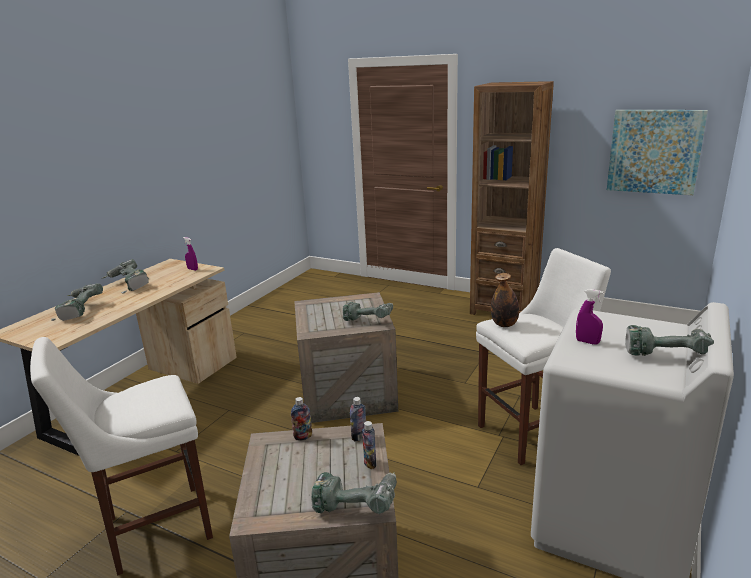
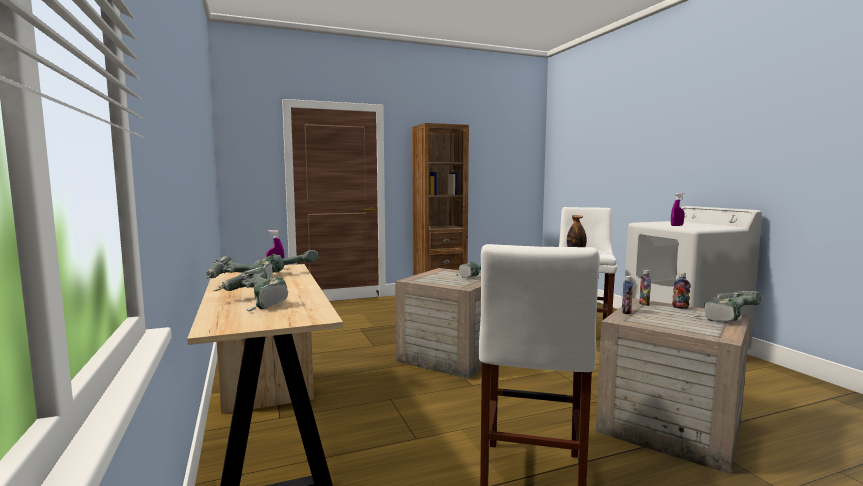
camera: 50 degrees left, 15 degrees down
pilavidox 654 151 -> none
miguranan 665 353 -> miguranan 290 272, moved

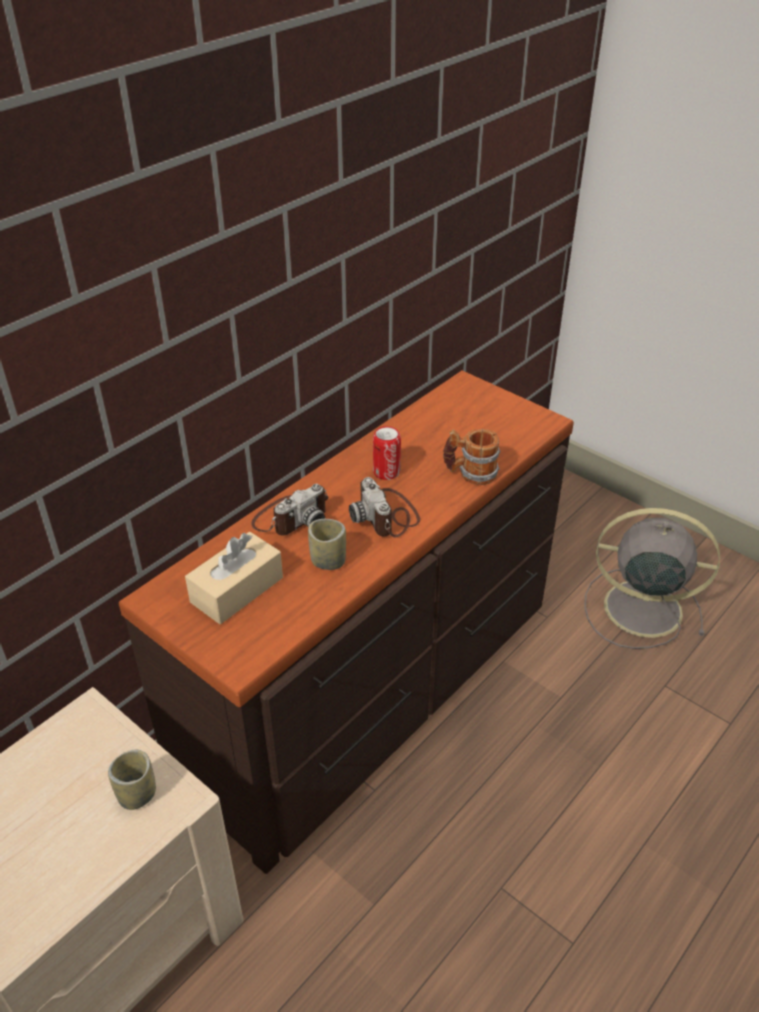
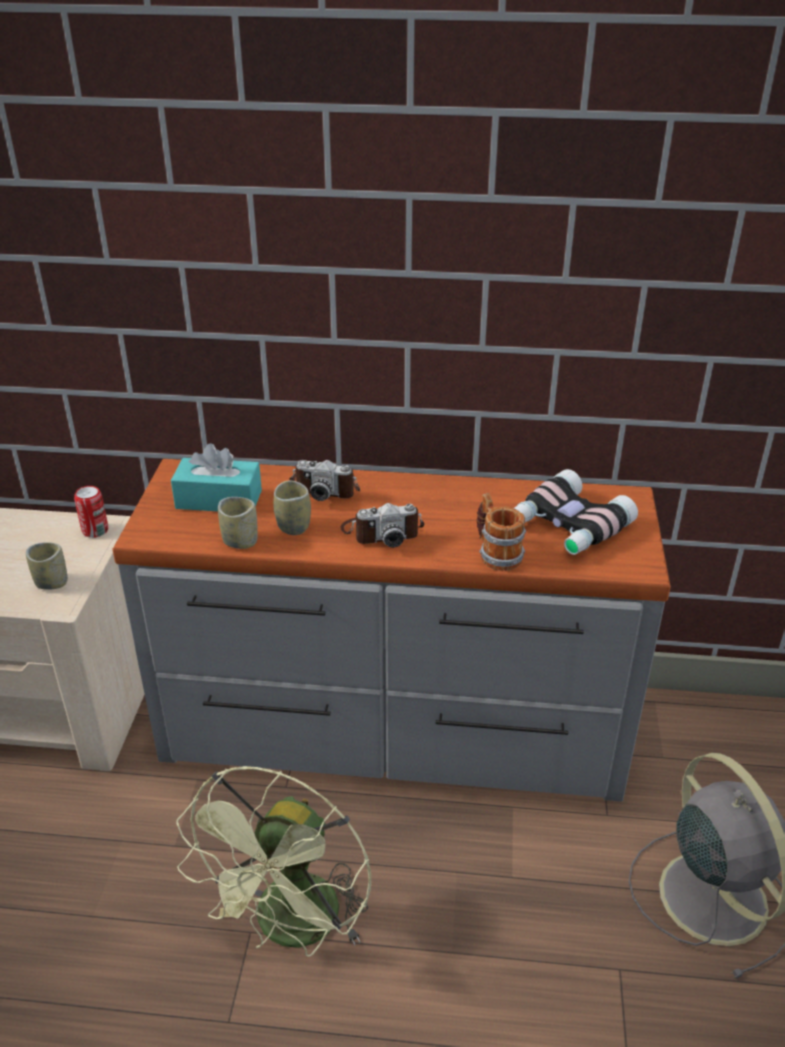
camera: 55 degrees right, 5 degrees down
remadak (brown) 376 688 -> remadak (grey) 392 731
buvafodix 386 472 -> buvafodix 95 530, moved
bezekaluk 387 515 -> bezekaluk 382 531, 135 degrees counterclockwise
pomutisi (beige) 237 590 -> pomutisi (turquoise) 219 499
none -> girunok 568 526
none -> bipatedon 240 541
none -> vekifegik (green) 292 929

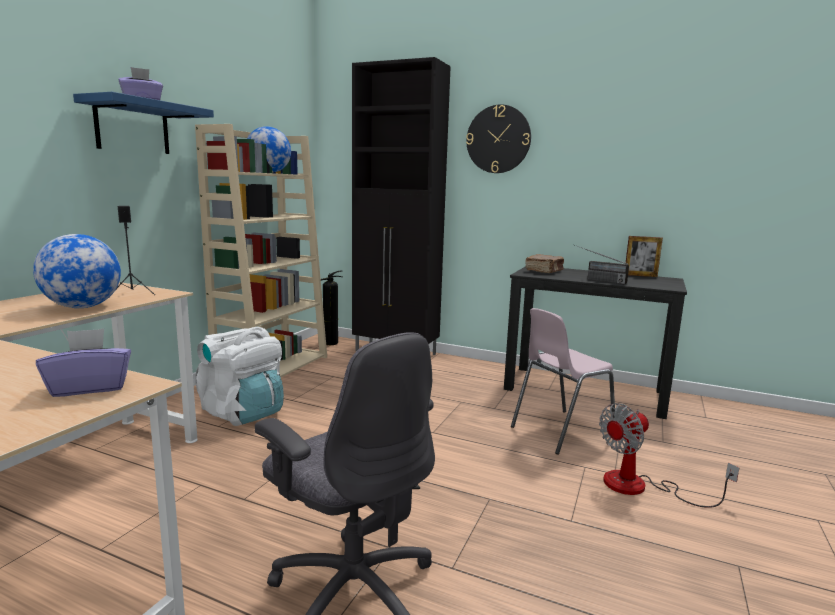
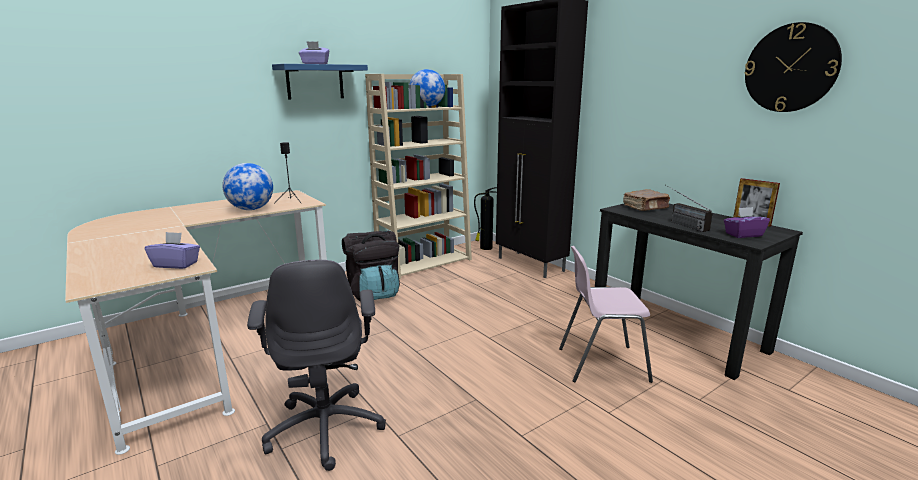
camera: 30 degrees right, 5 degrees up
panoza 498 139 -> panoza 791 68, moved
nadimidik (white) 243 413 -> nadimidik (black) 373 293
vekifegik 640 487 -> none
none -> pomutisi (purple) 743 234

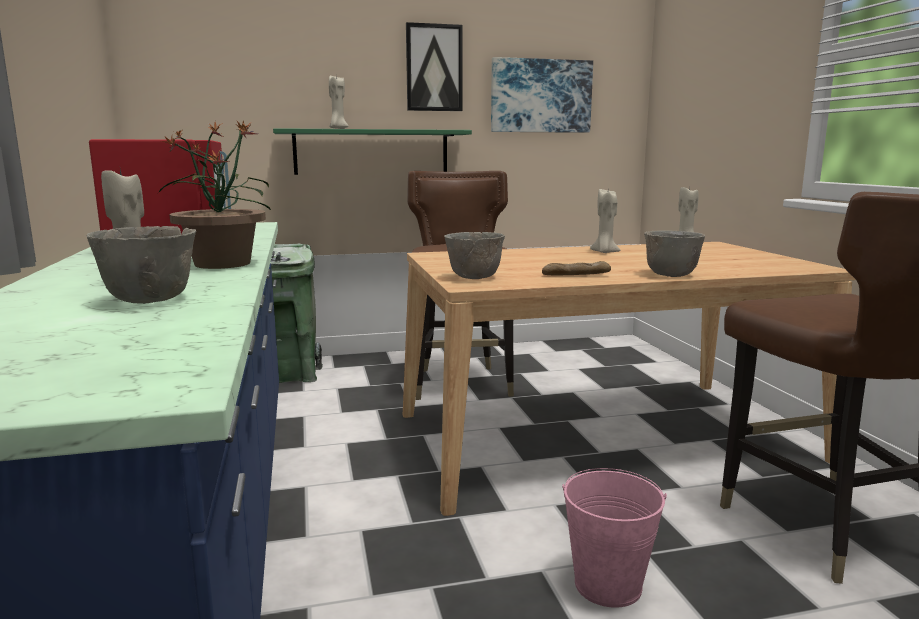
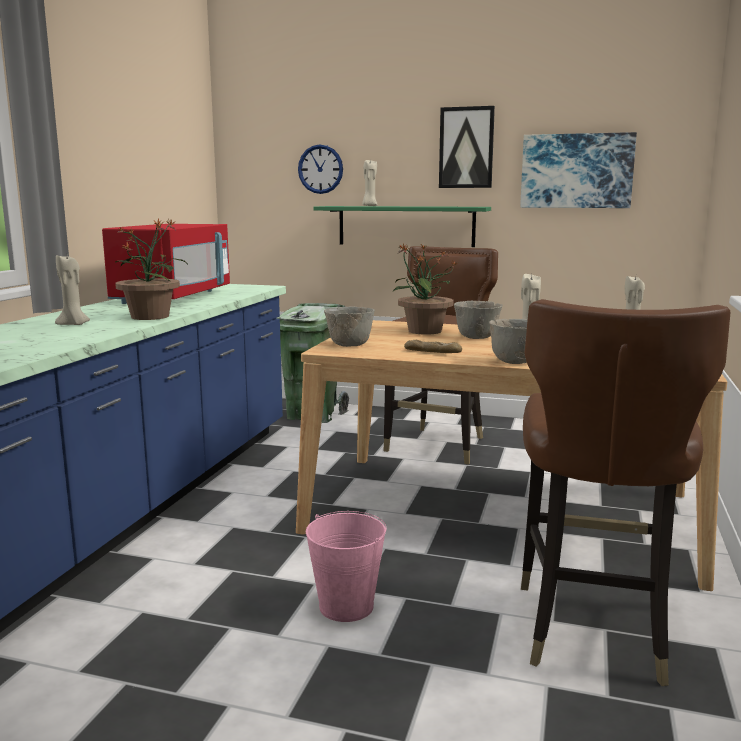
camera: 30 degrees right, 0 degrees up
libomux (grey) 152 300 -> libomux (grey) 477 337, moved
none -> panoza 320 169
none -> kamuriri 423 331

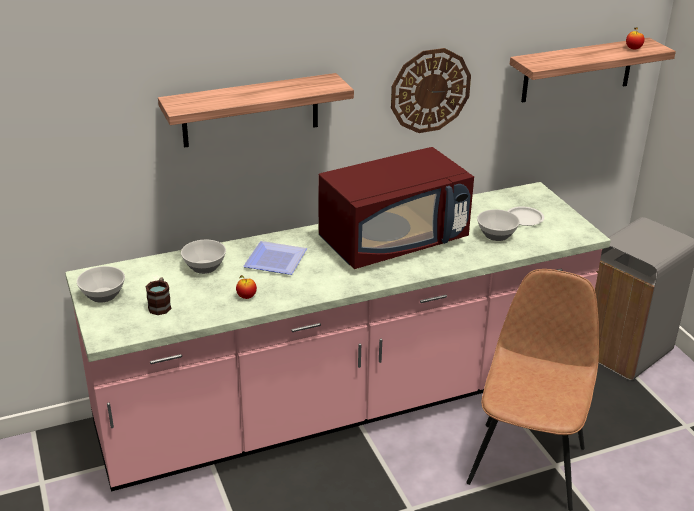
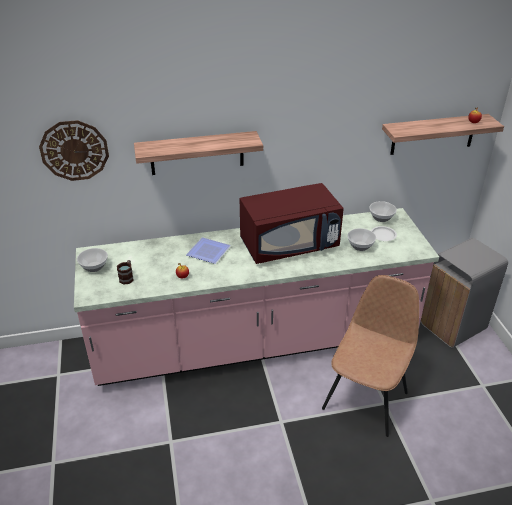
camera: 10 degrees right, 5 degrees up
panoza 430 90 -> panoza 74 150, moved
libomux 205 266 -> libomux 381 217, moved

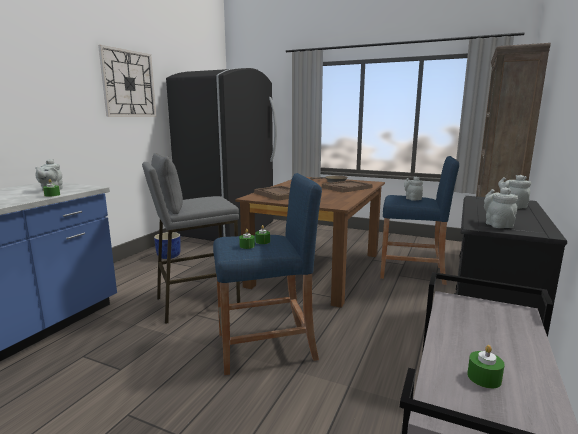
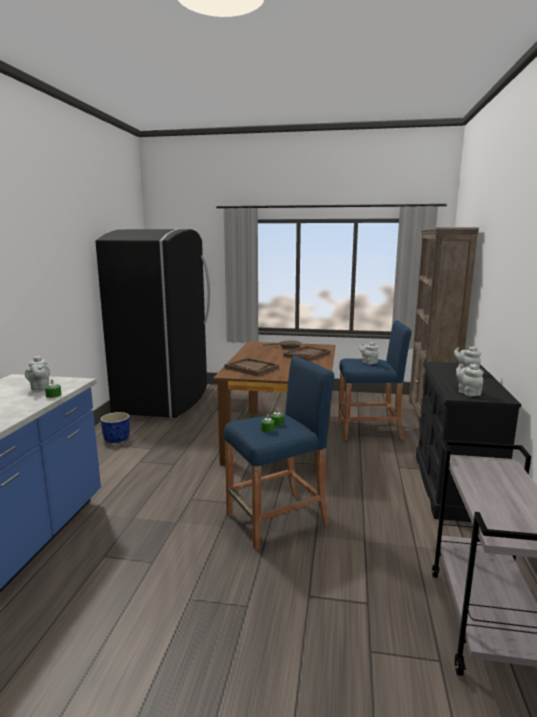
camera: 15 degrees left, 0 degrees up
panoza 128 84 -> none
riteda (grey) 197 302 -> none
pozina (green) 484 378 -> none

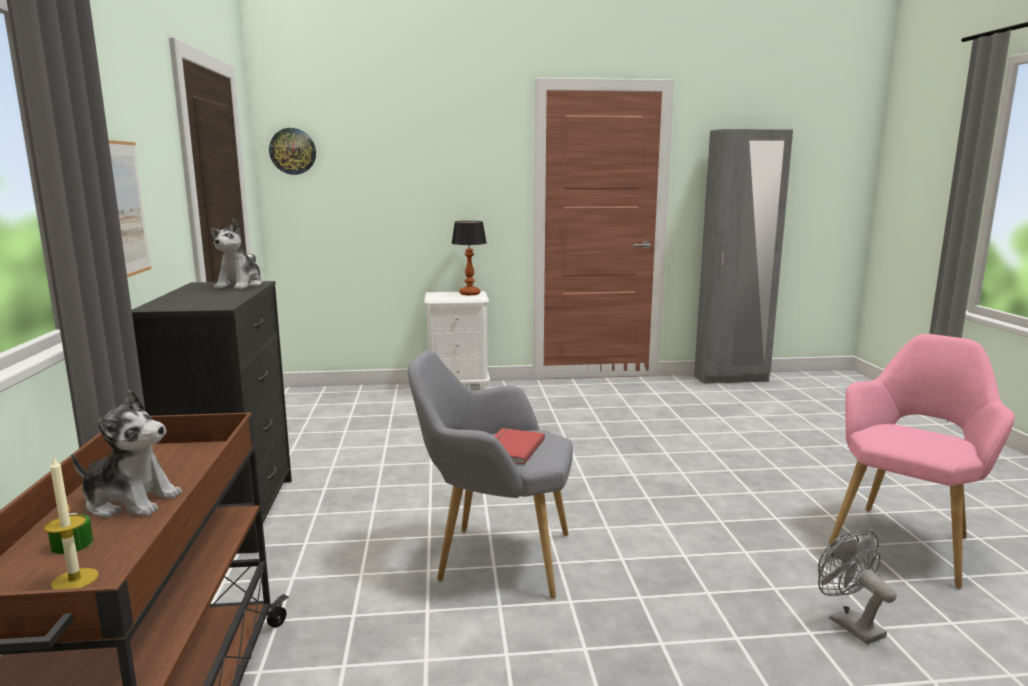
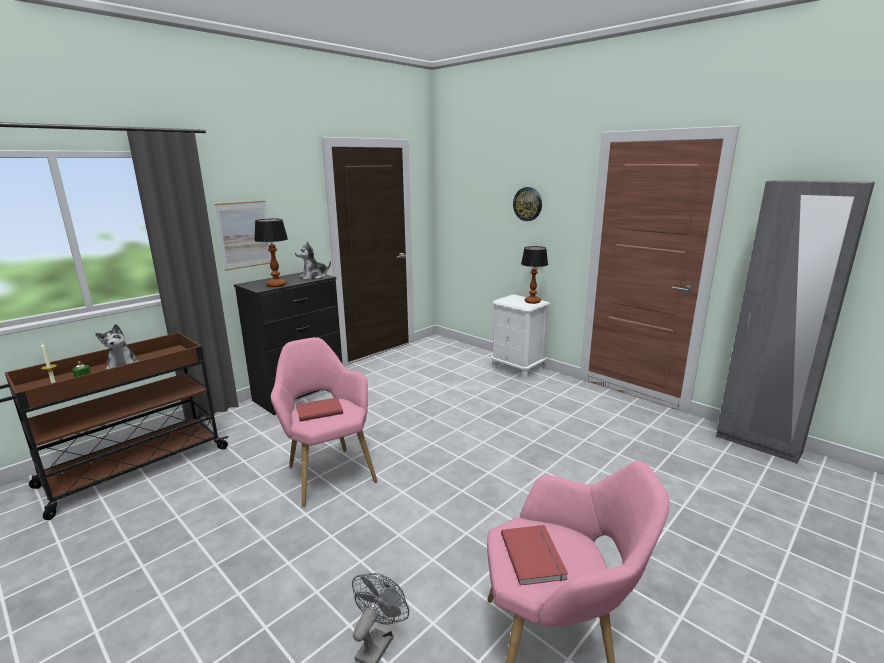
camera: 50 degrees right, 5 degrees up
panoza 293 151 -> panoza 527 204, moved
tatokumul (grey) 495 558 -> tatokumul (pink) 327 472
none -> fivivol 276 285
none -> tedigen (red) 534 555

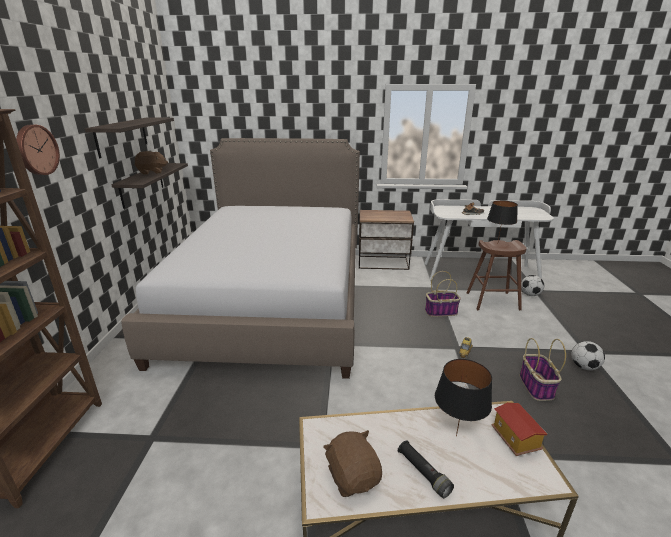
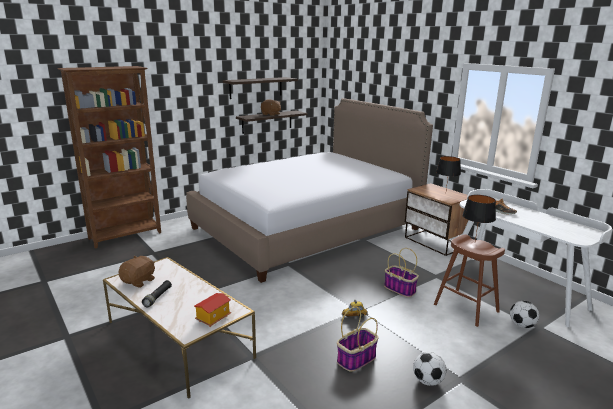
camera: 50 degrees right, 5 degrees down
panoza 36 150 -> none
fivivol (black) 455 435 -> fivivol (black) 445 193, moved

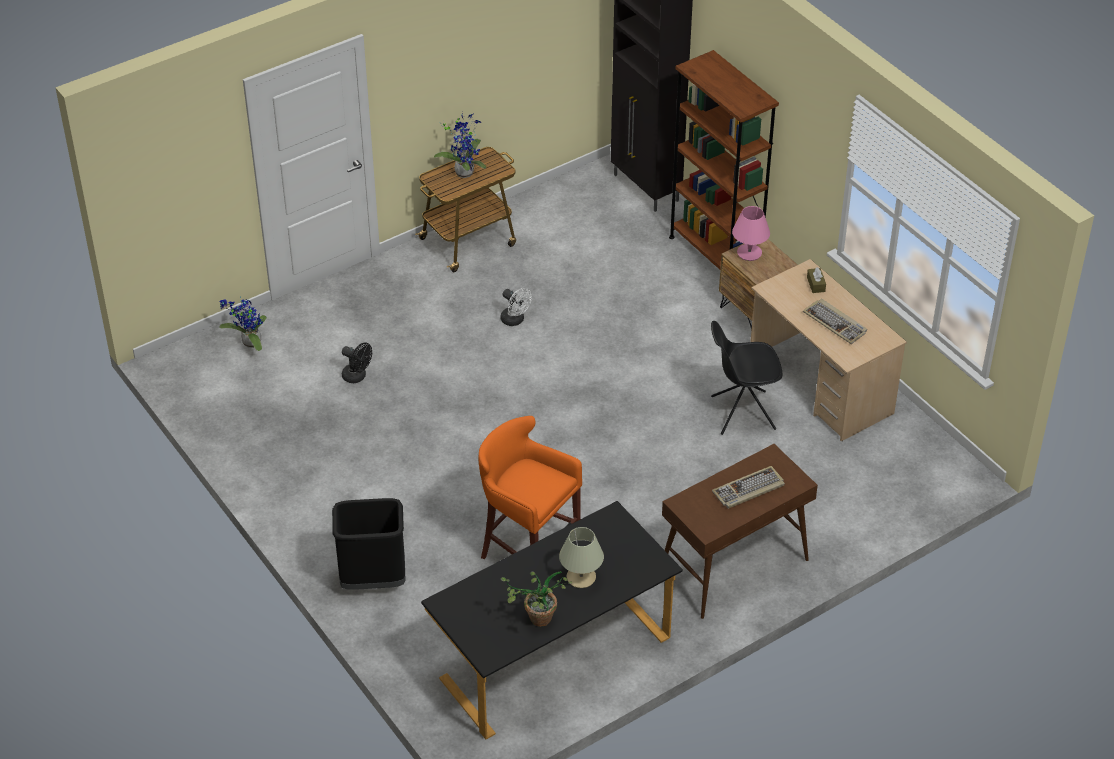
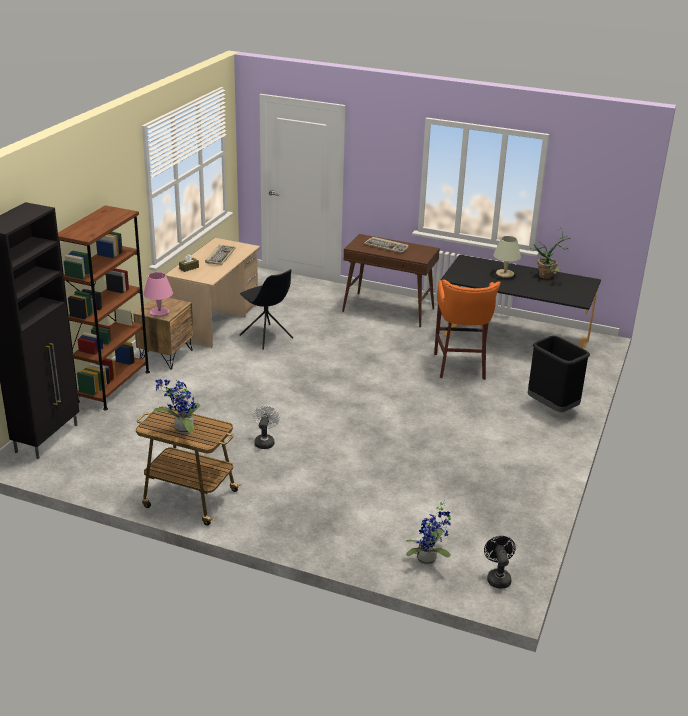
camera: 125 degrees left, 15 degrees down
vekifegik (black) 357 377 -> vekifegik (black) 497 577, moved

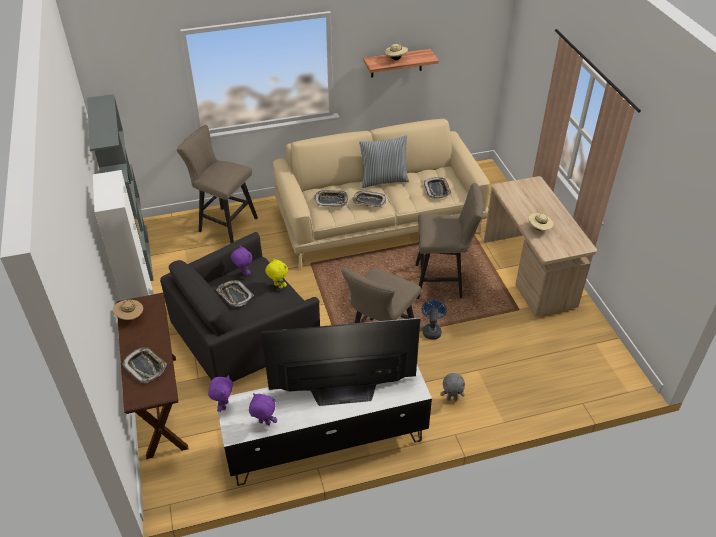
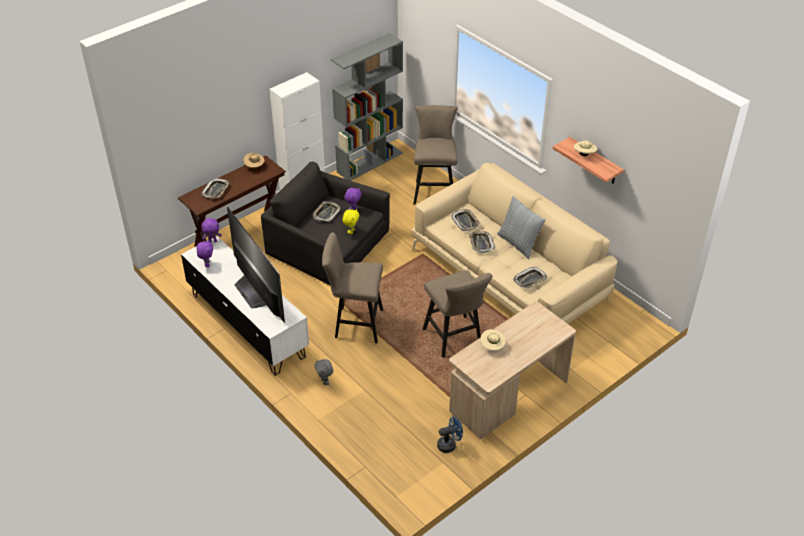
camera: 65 degrees right, 0 degrees up
vekifegik (blue) 432 330 -> vekifegik (blue) 449 444, moved

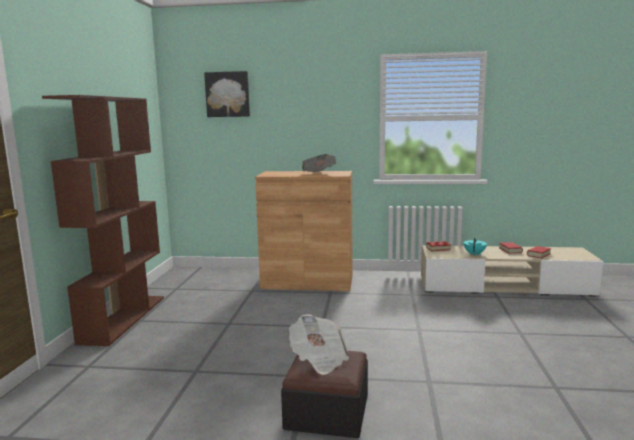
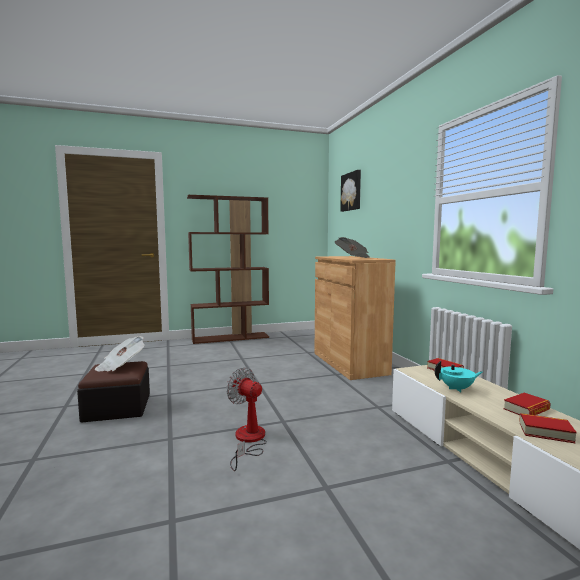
camera: 65 degrees right, 5 degrees down
none -> vekifegik 248 441

